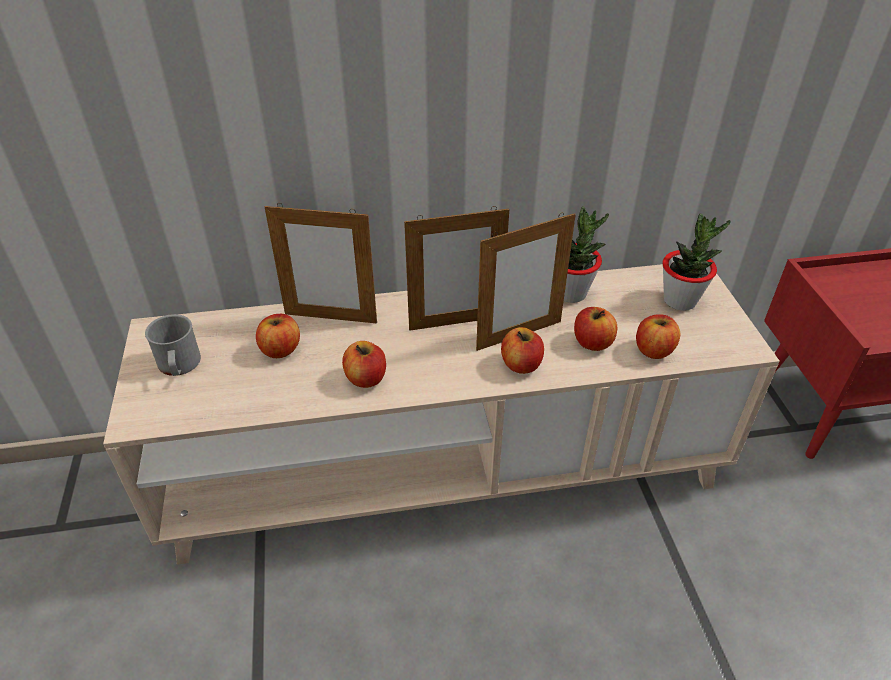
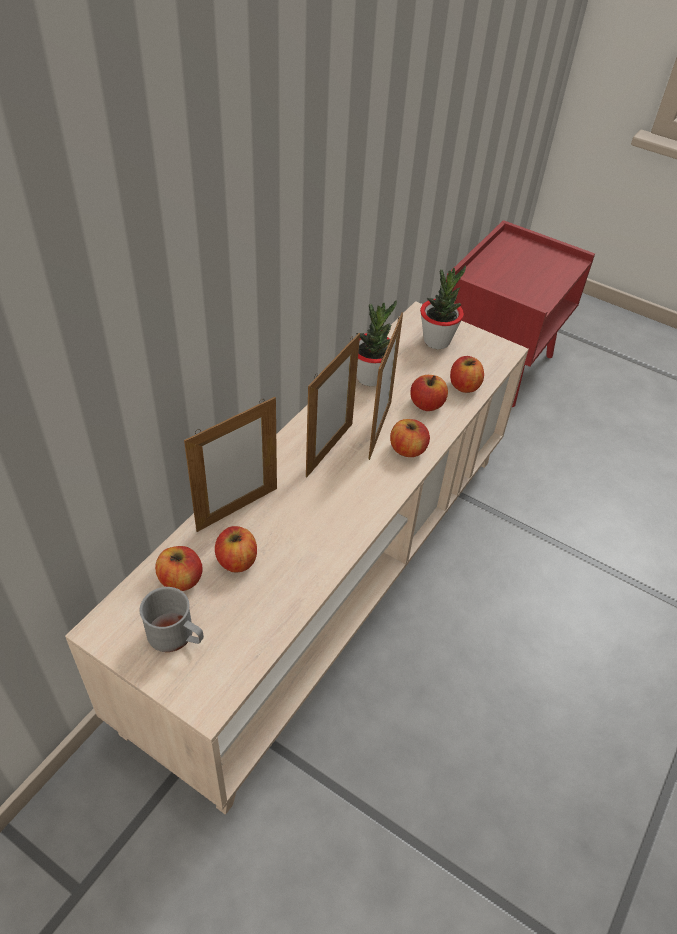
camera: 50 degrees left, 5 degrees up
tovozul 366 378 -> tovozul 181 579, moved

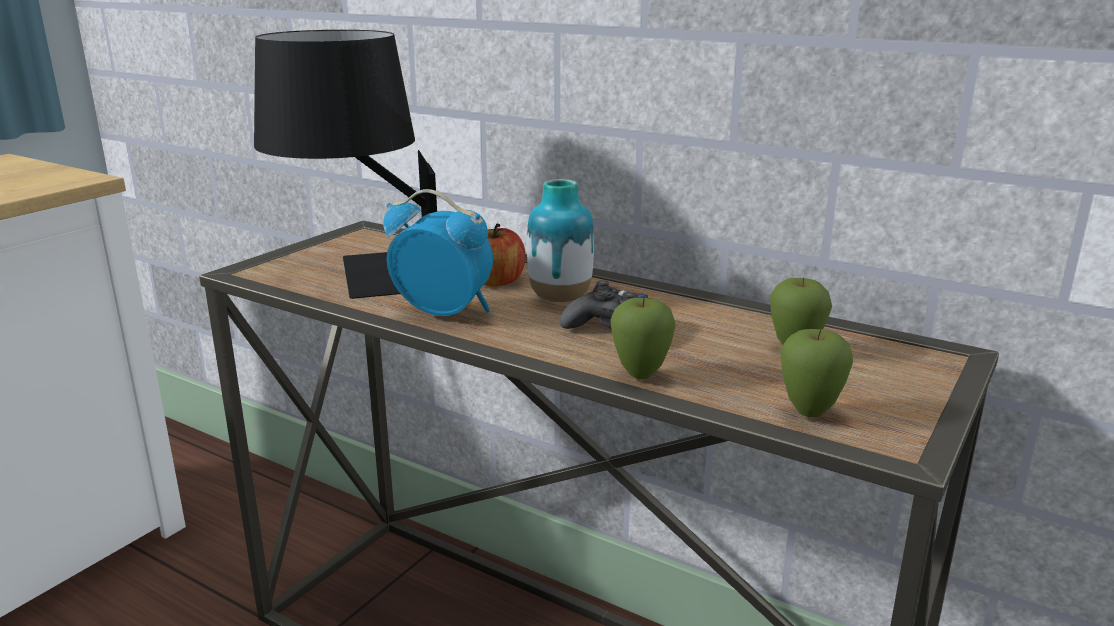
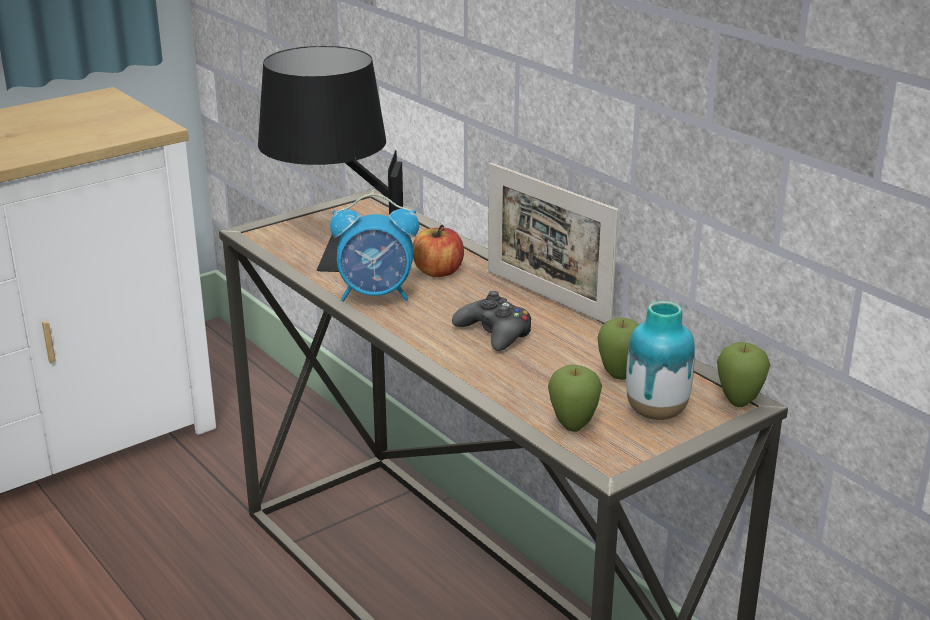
camera: 20 degrees right, 5 degrees up
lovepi 560 298 -> lovepi 656 412, moved
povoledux 444 311 -> povoledux 376 295, 135 degrees clockwise
tovozul 640 374 -> tovozul 738 402, moved
none -> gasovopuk 547 297

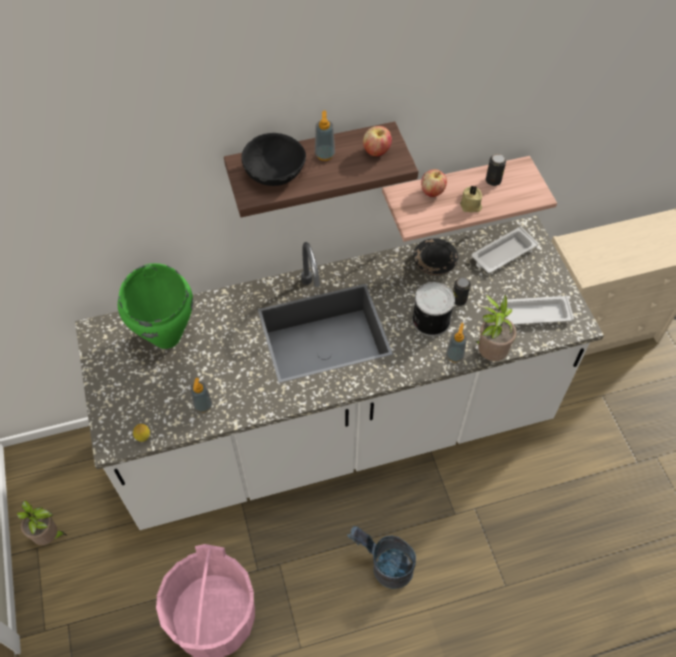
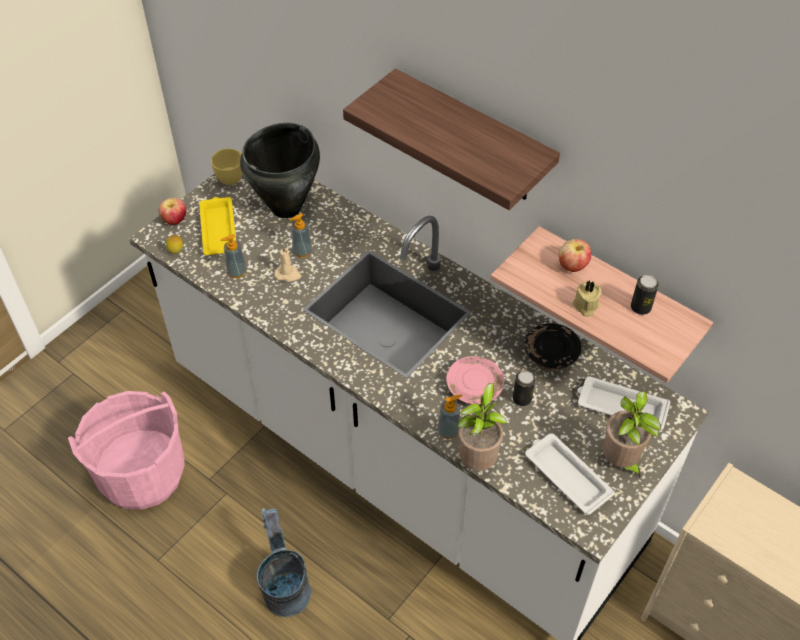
camera: 55 degrees right, 5 degrees down
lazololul 325 155 -> lazololul 302 251, moved
tovozul 376 151 -> tovozul 175 220, moved
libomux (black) 274 172 -> none
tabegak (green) 167 336 -> tabegak (black) 287 207
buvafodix 430 320 -> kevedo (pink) 474 387
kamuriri 50 536 -> kamuriri 621 462, moved
none -> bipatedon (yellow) 233 177
none -> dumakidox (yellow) 218 229
none -> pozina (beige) 288 274

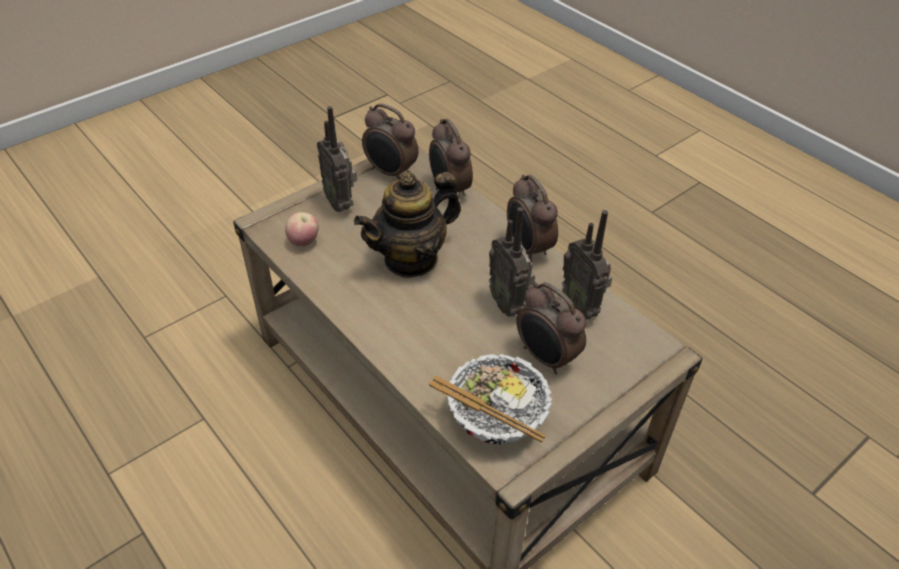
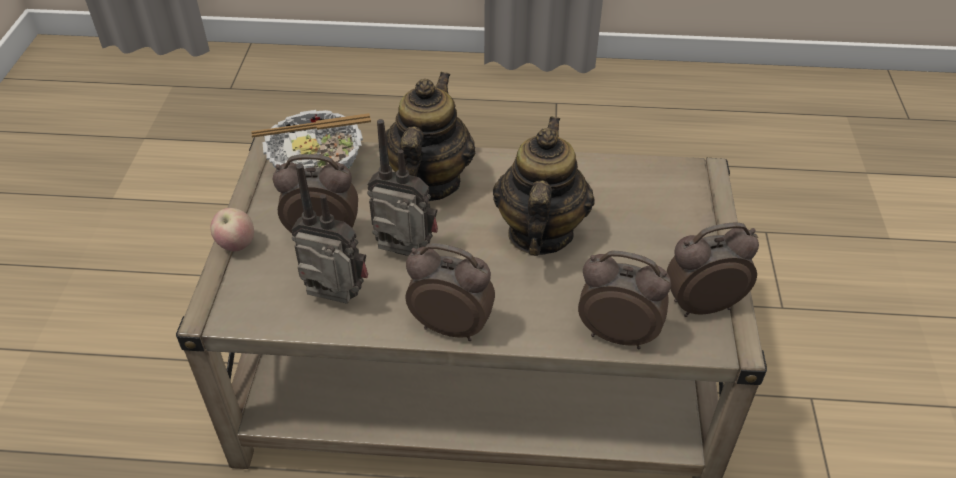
camera: 135 degrees right, 0 degrees up
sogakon 341 203 -> none
tovozul 304 242 -> tovozul 236 245, moved
none -> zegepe 428 182

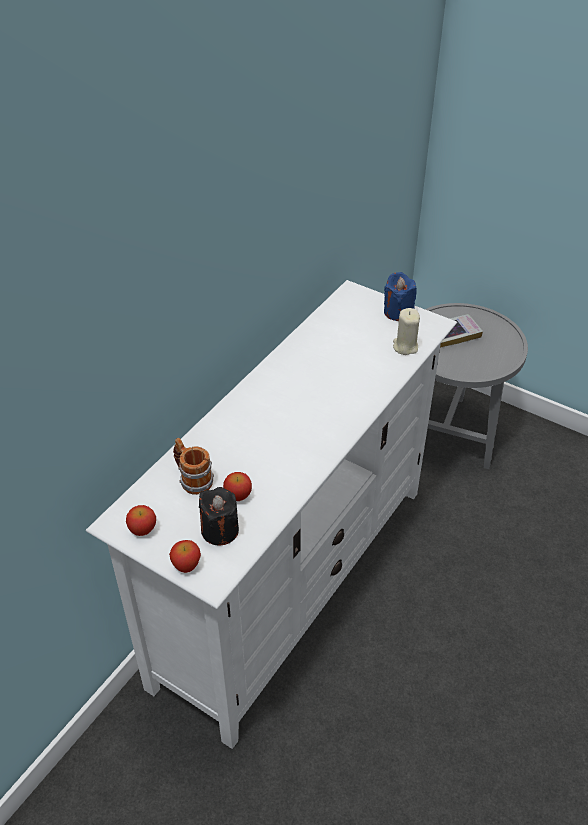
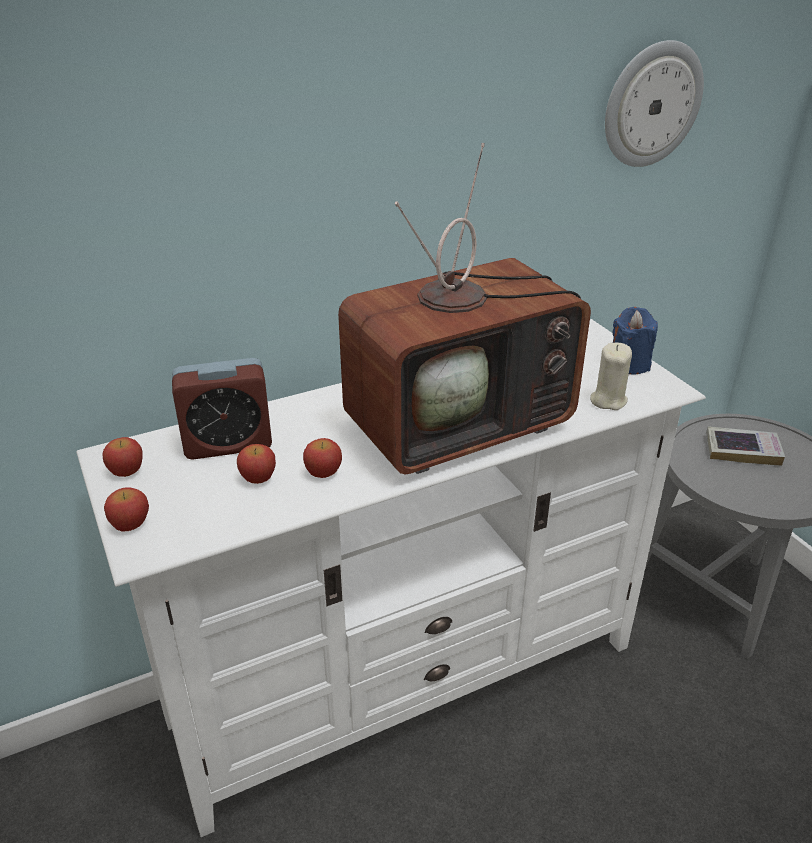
camera: 30 degrees right, 10 degrees down
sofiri 192 478 -> povoledux 228 444
pozina (black) 220 530 -> none
none -> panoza 651 104
none -> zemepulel 461 422
none -> tovozul 324 472

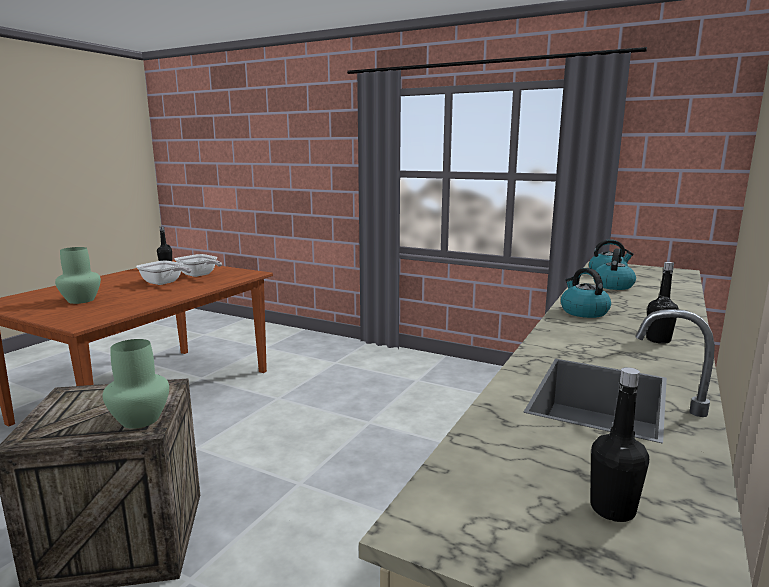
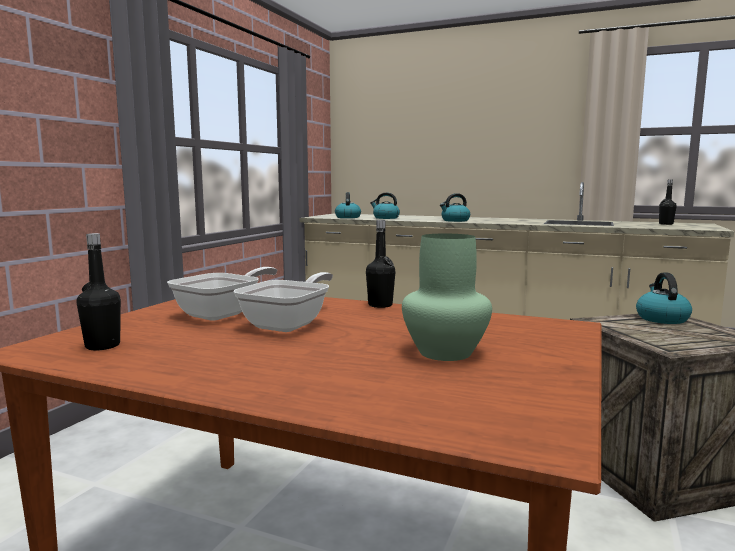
camera: 95 degrees left, 5 degrees down
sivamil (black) 658 340 -> sivamil (black) 380 305, moved
lovepi (green) 139 419 -> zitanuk 661 318

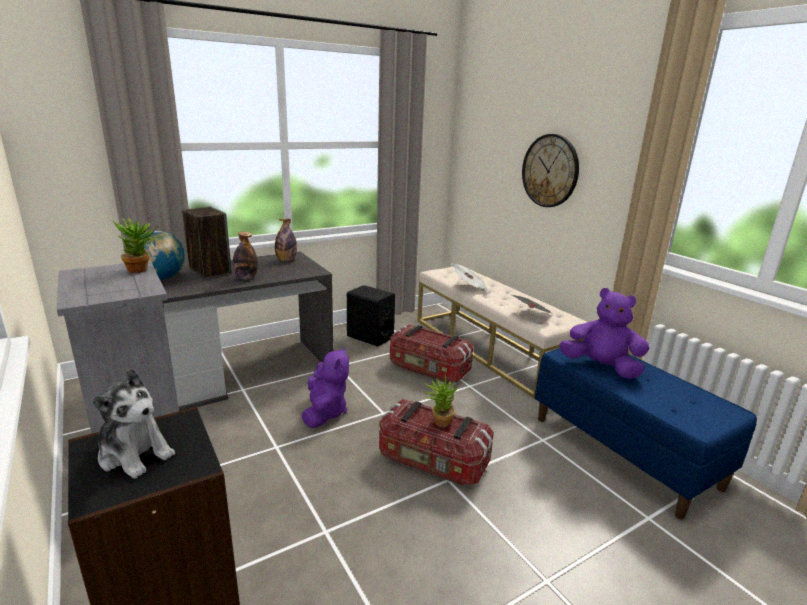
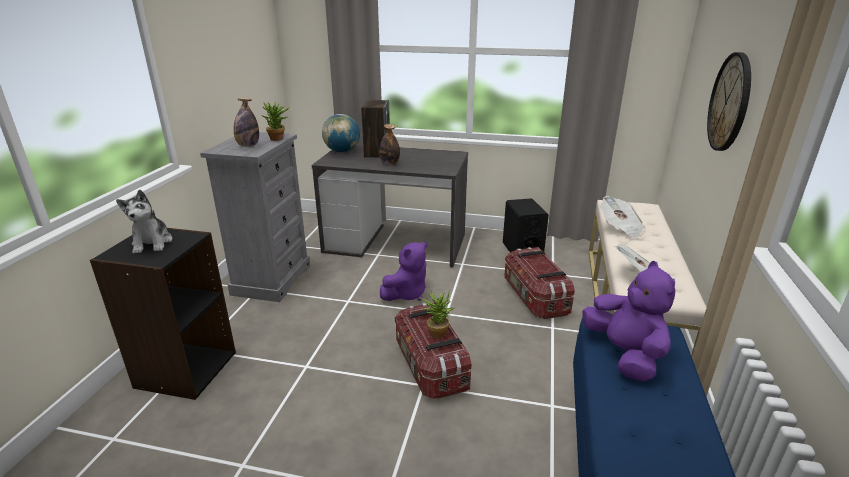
camera: 45 degrees right, 5 degrees up
sivamil 286 260 -> sivamil 248 146, moved

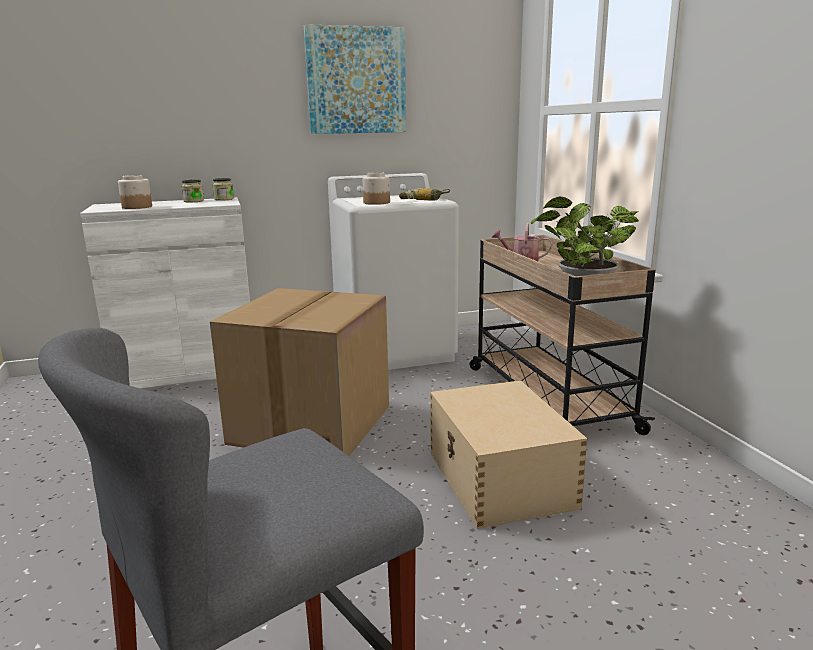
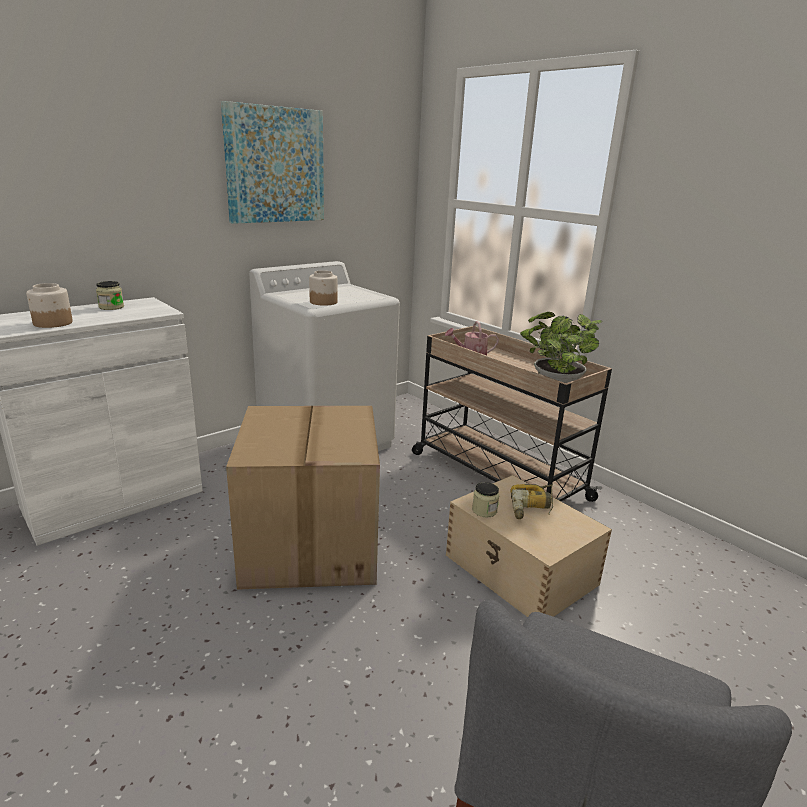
camera: 25 degrees left, 5 degrees up
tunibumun 224 199 -> tunibumun 484 510, moved
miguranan 424 200 -> miguranan 532 507, moved

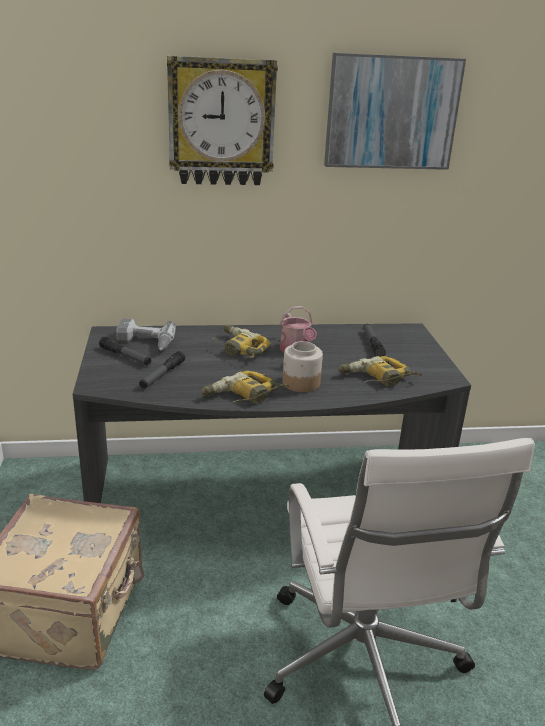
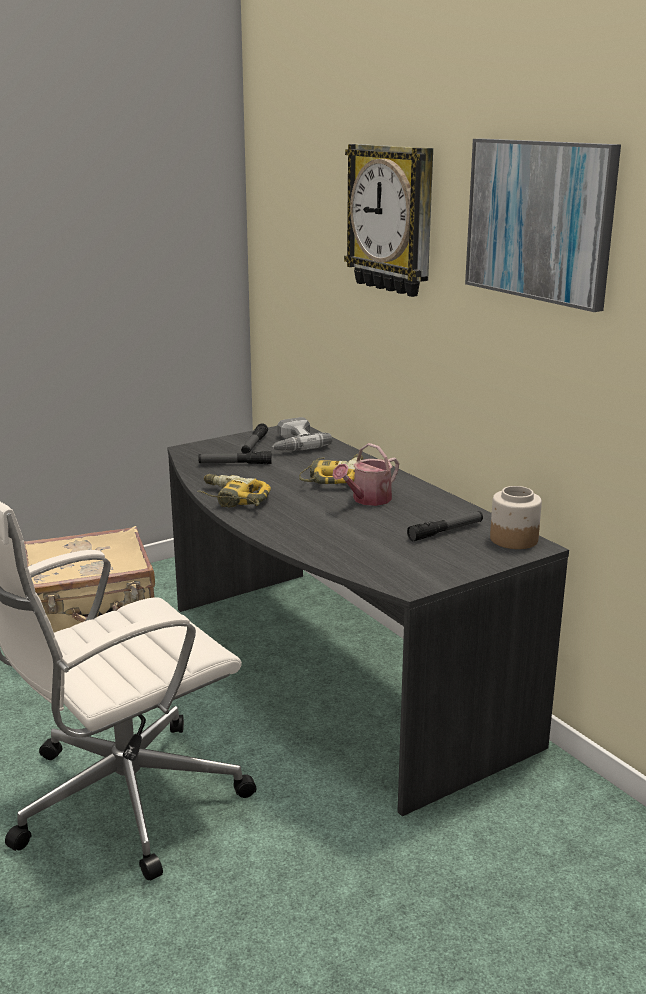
camera: 65 degrees right, 5 degrees down
tunibumun 301 383 -> tunibumun 513 539, moved
miguranan 377 379 -> none

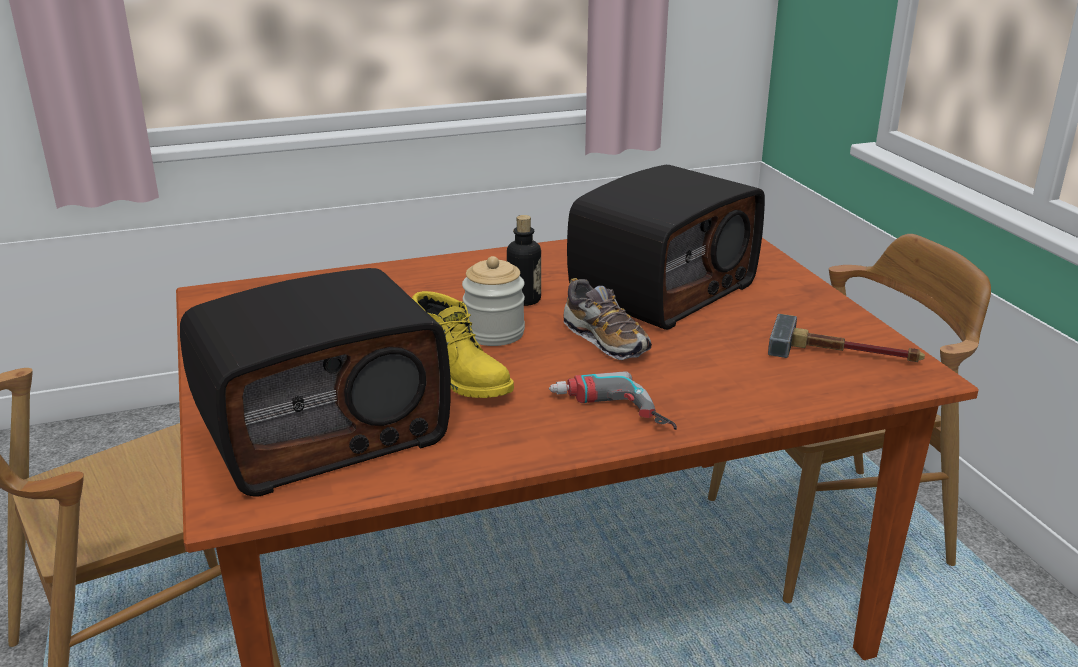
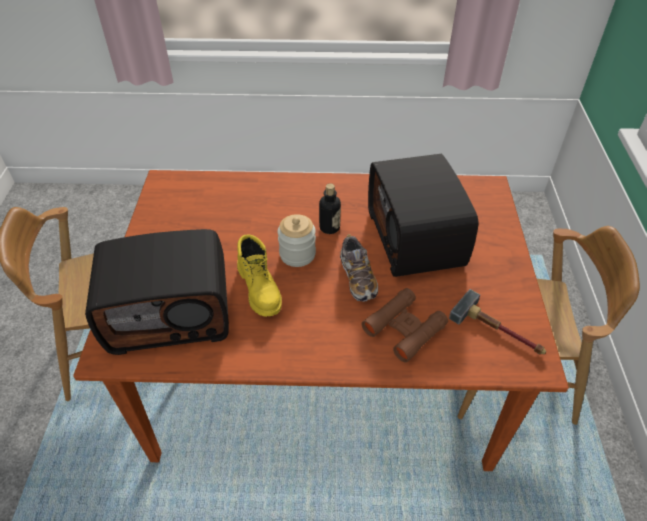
camera: 20 degrees right, 20 degrees up
sogakon 661 289 -> sogakon 417 238, 105 degrees clockwise
miguranan 609 414 -> none
none -> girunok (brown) 404 328

